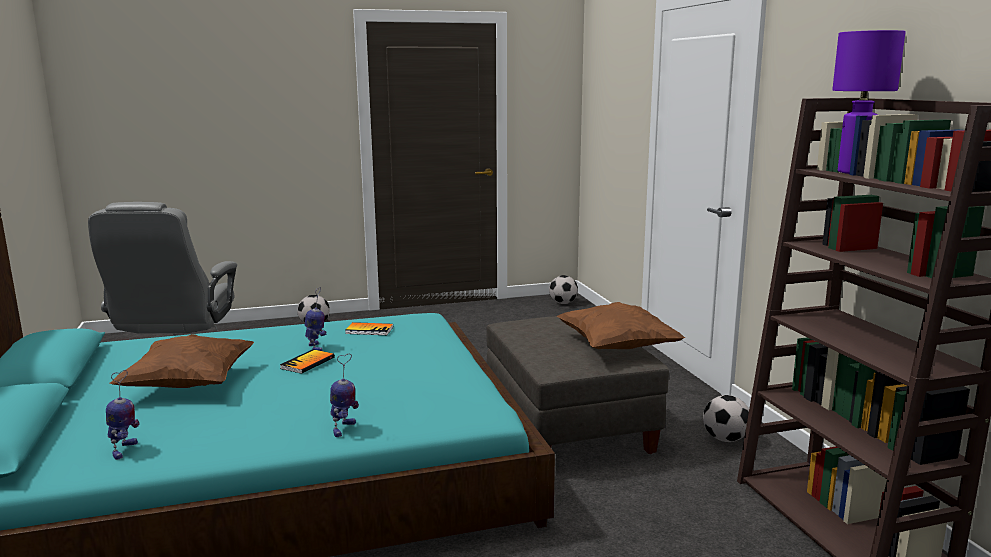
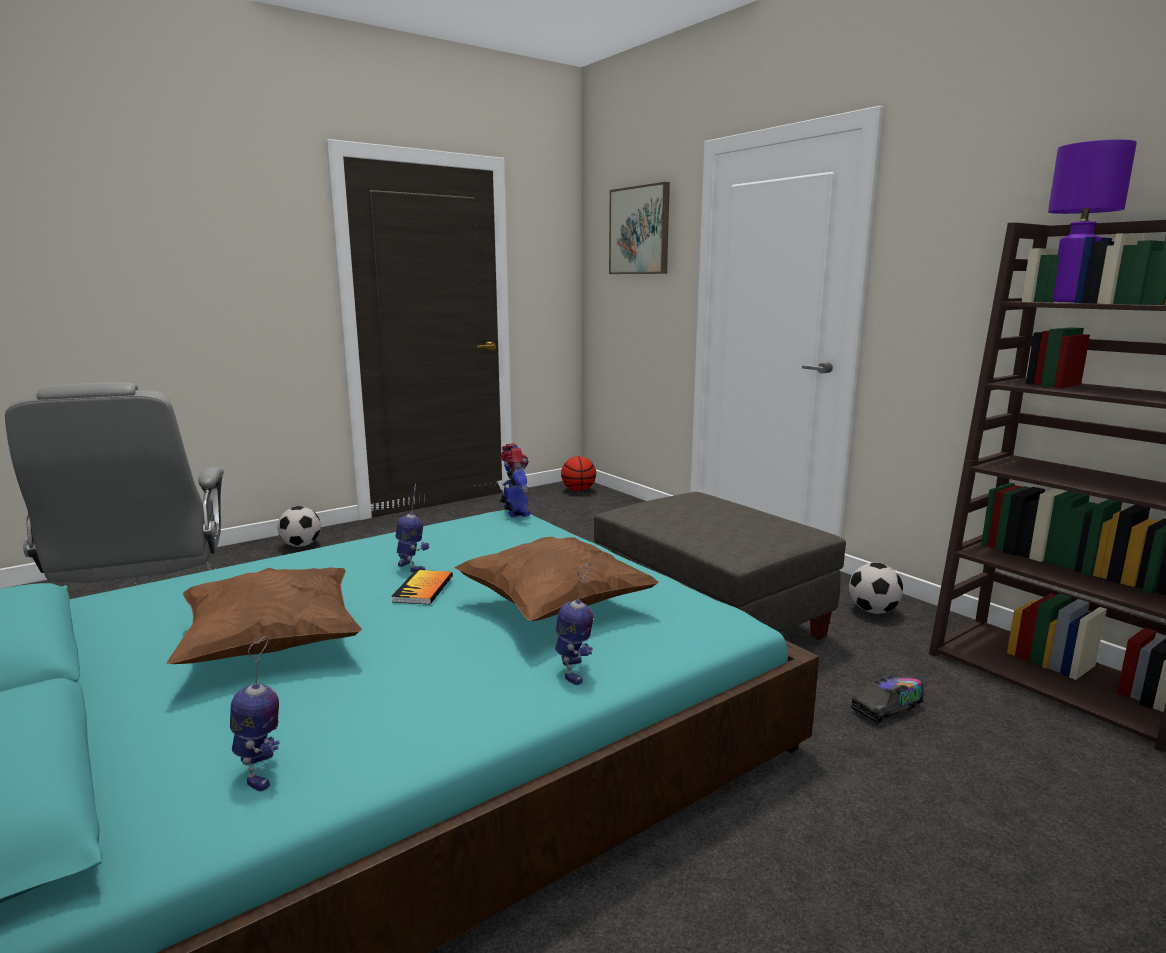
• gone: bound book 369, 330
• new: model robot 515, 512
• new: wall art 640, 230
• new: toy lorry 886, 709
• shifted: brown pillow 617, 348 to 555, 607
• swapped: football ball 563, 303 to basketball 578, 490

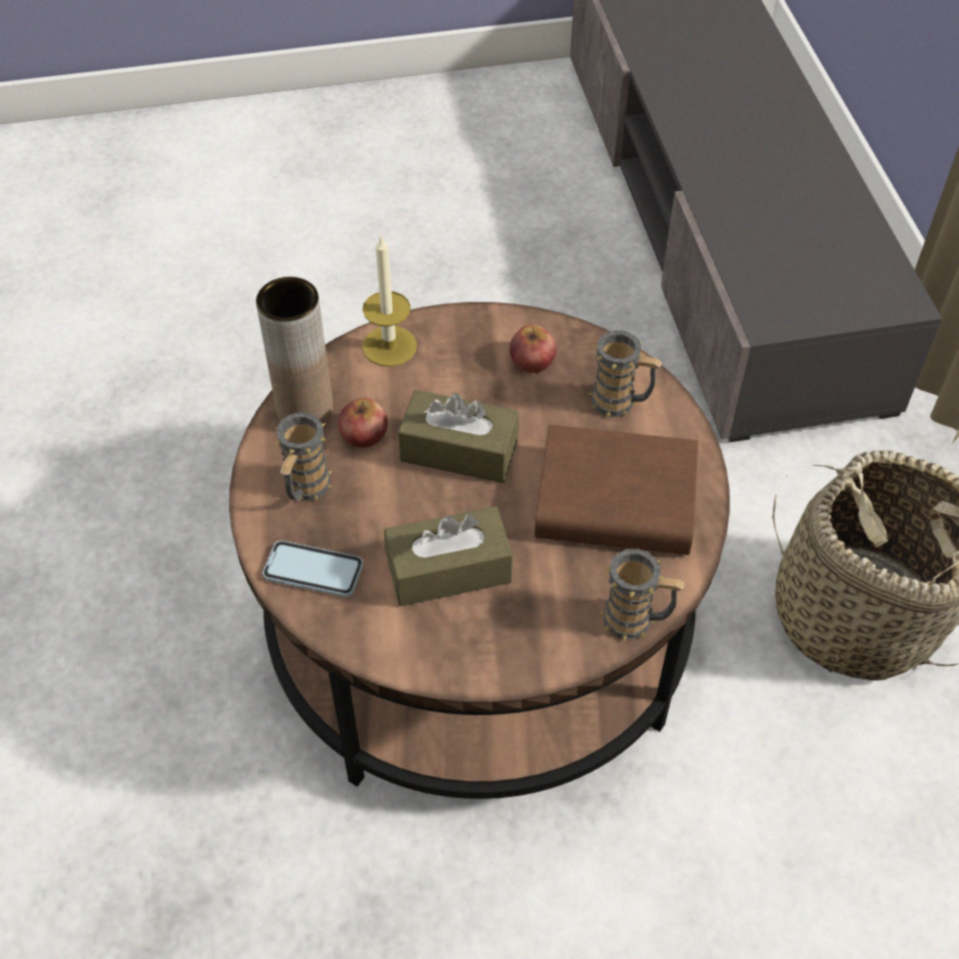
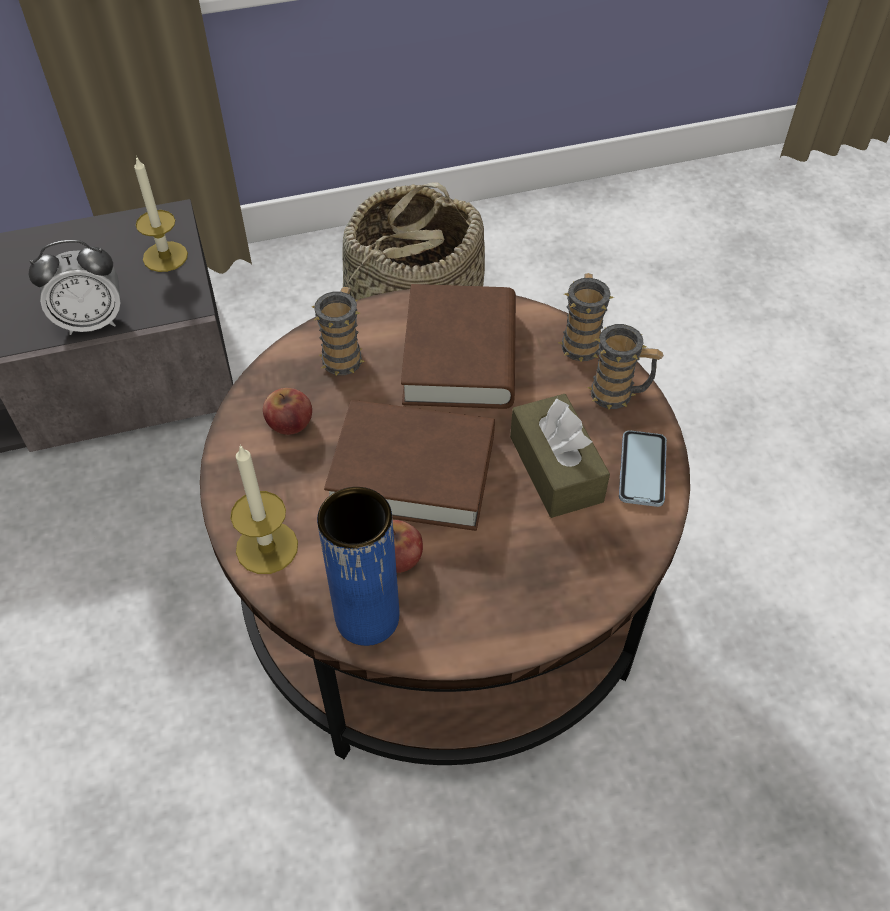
• new: bedside clock 92, 321
• new: wax candle 165, 256
• shifted: handset 313, 571 to 642, 470
• shifted: tea mug 305, 490 to 619, 394
• swapped: brown tissue box 459, 451 to brown bound book 412, 472
• repainted: brown vase 305, 411 to blue-coloured vase 367, 617

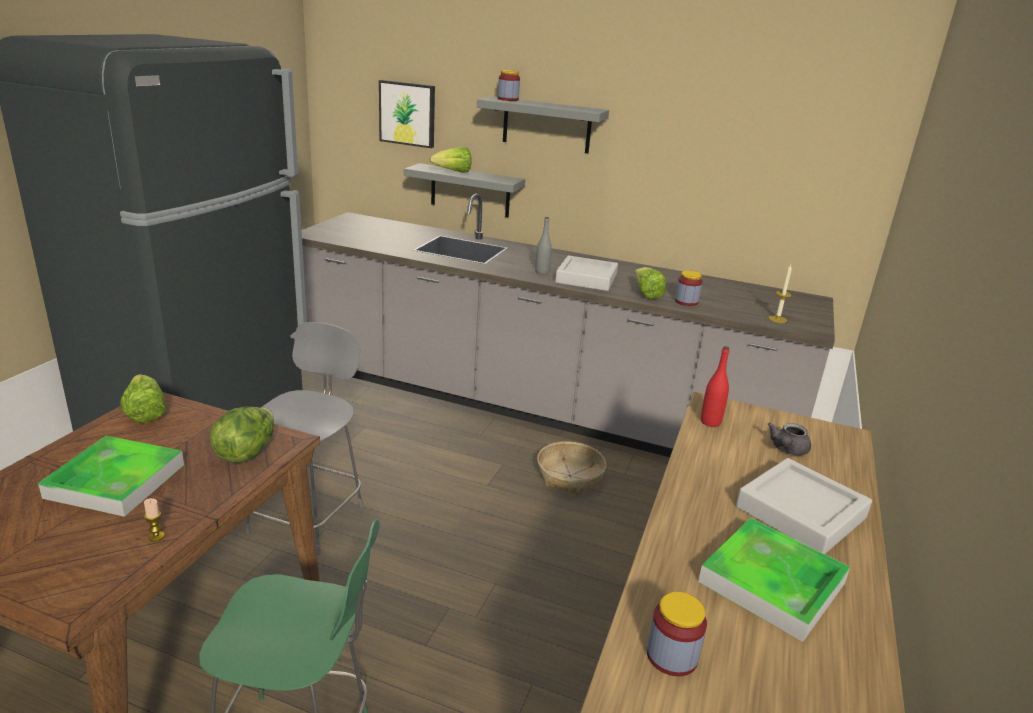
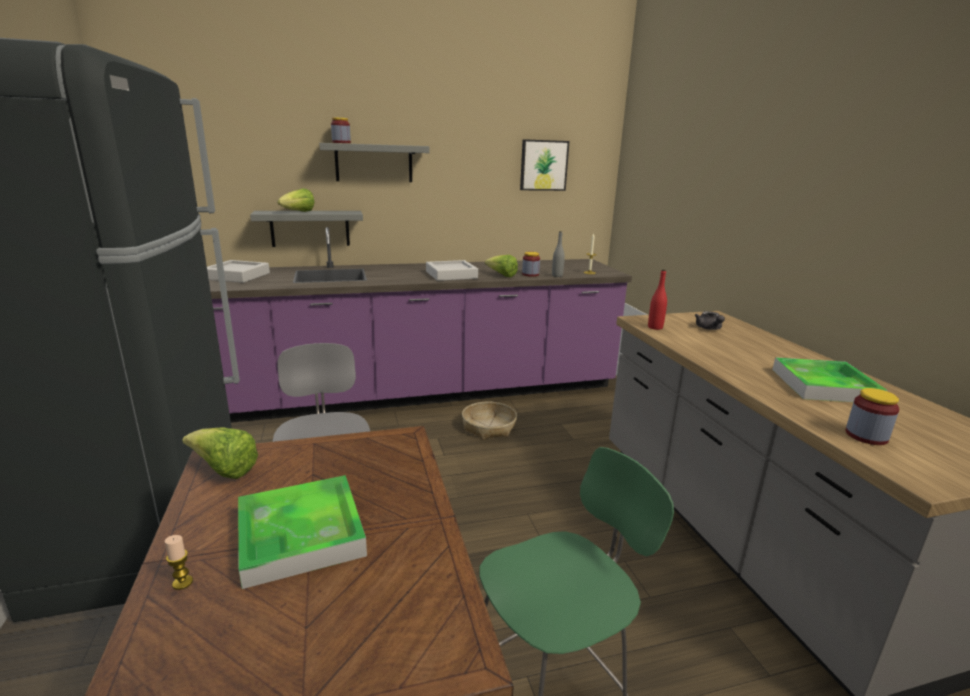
• gone: lettuce 246, 452
• shifted: wax candle 156, 536 to 182, 582
• shifted: wall art 408, 113 to 543, 165
• shifted: grey drink bottle 542, 272 to 557, 276
• shifted: grey serving tray 800, 512 to 237, 276
• repainted: grey kitchen base unit 536, 407 to purplish kitchen base unit 414, 393

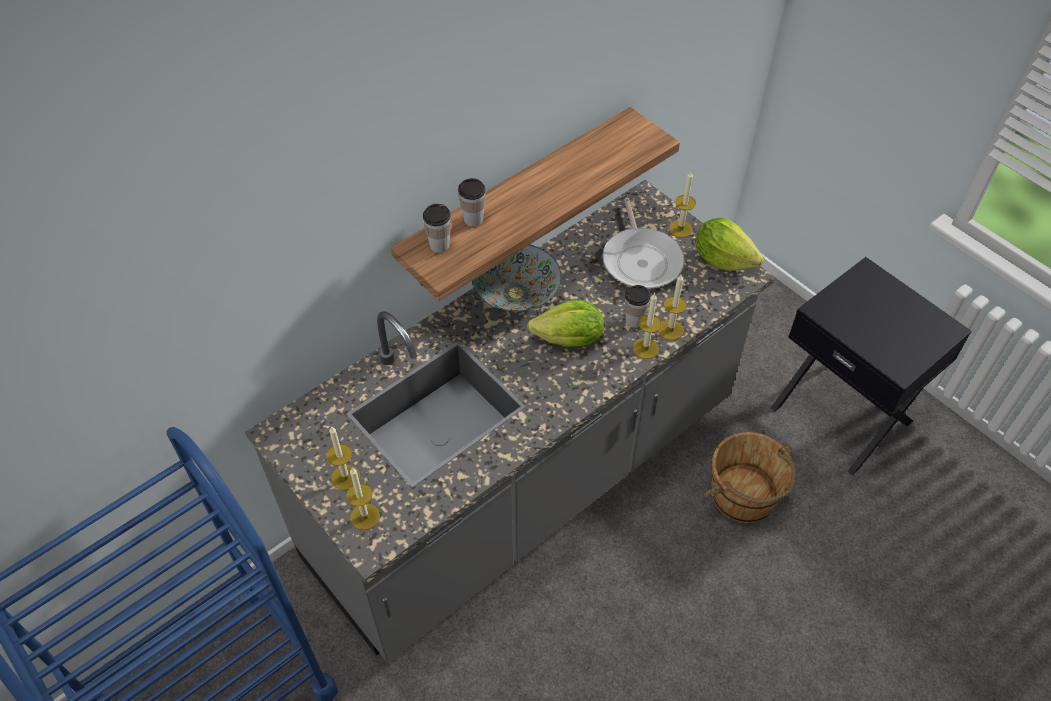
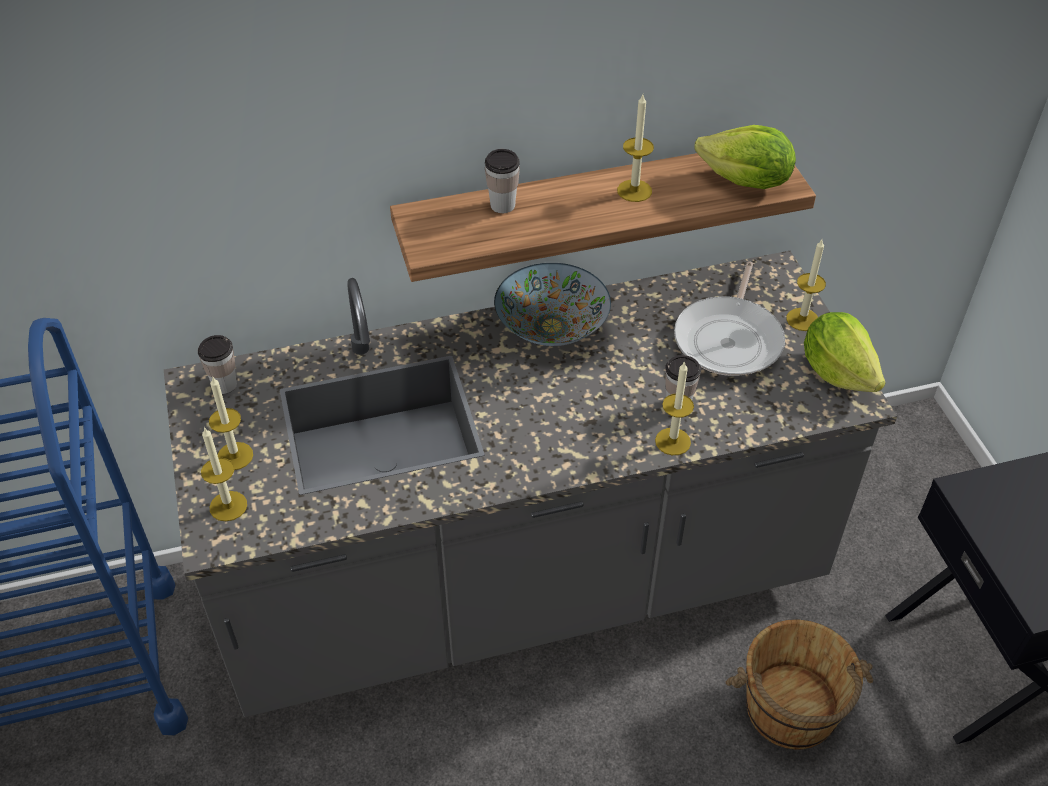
• shifted: small cup 439, 245 to 225, 385
• shifted: lettuce 569, 340 to 745, 182
• shifted: wax candle 670, 330 to 634, 191

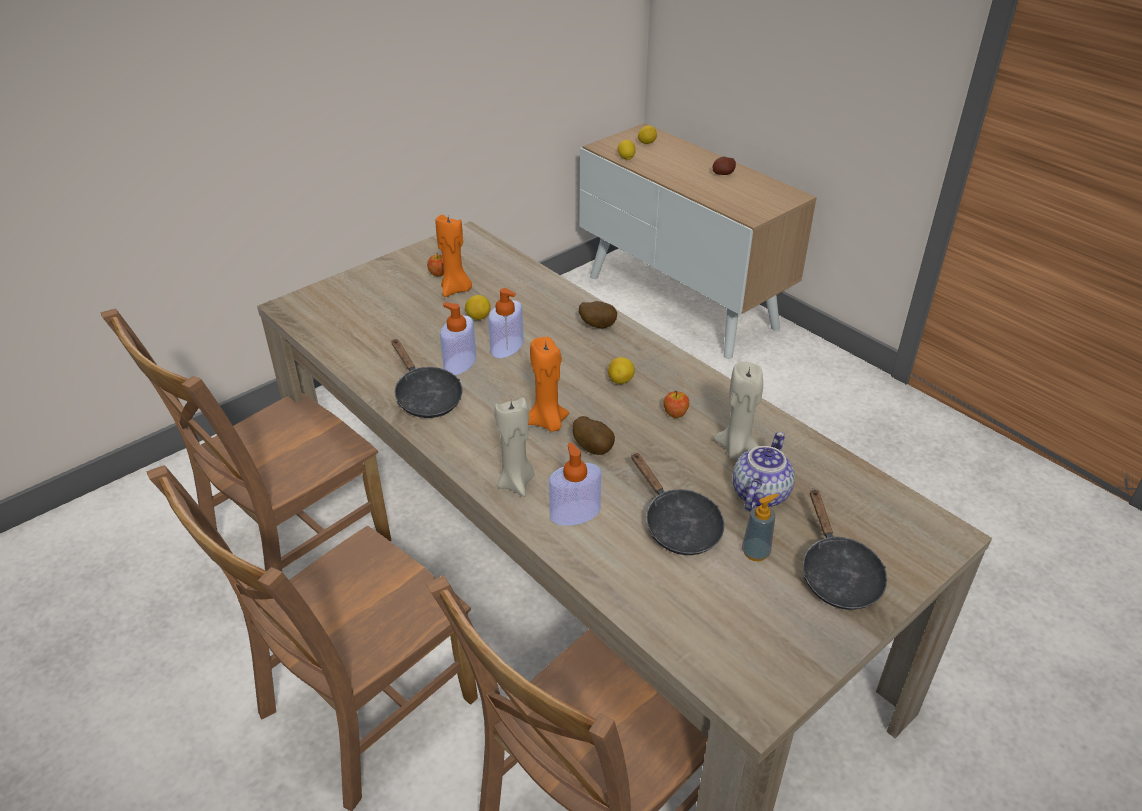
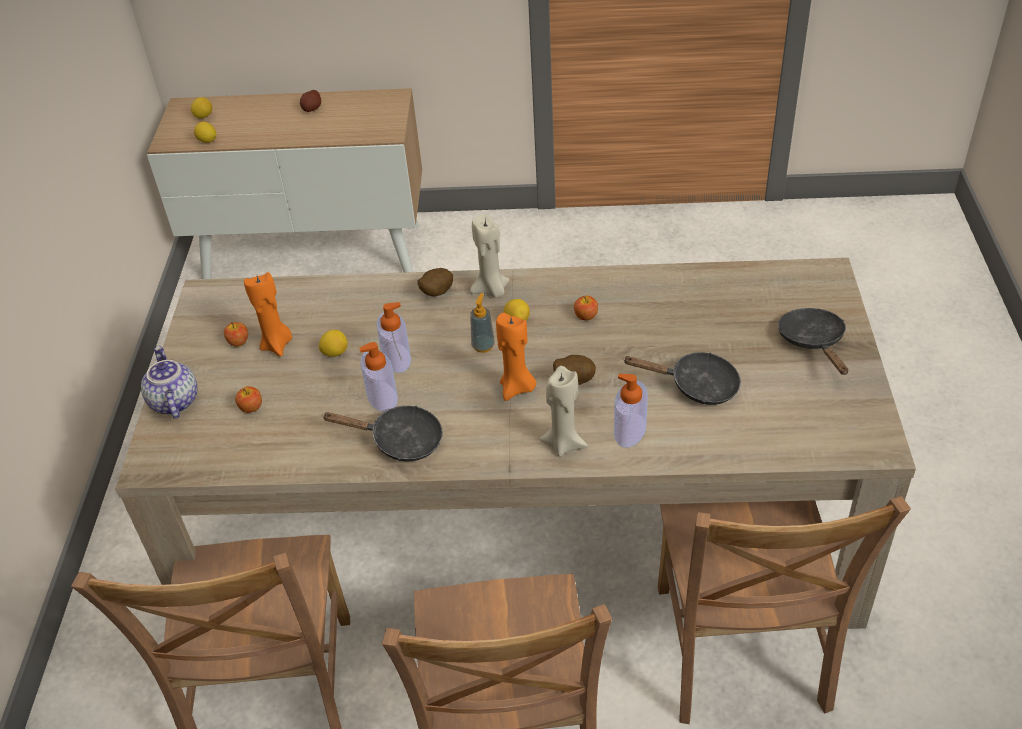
• new: whole apple 251, 408
• shifted: beige-coloured wax candle 736, 450 to 491, 290
• shifted: teapot 759, 493 to 173, 402
• shifted: liquid soap bottle 755, 552 to 483, 346
• rotated: blackish skillet 837, 574 = 813, 341 135 degrees counterclockwise

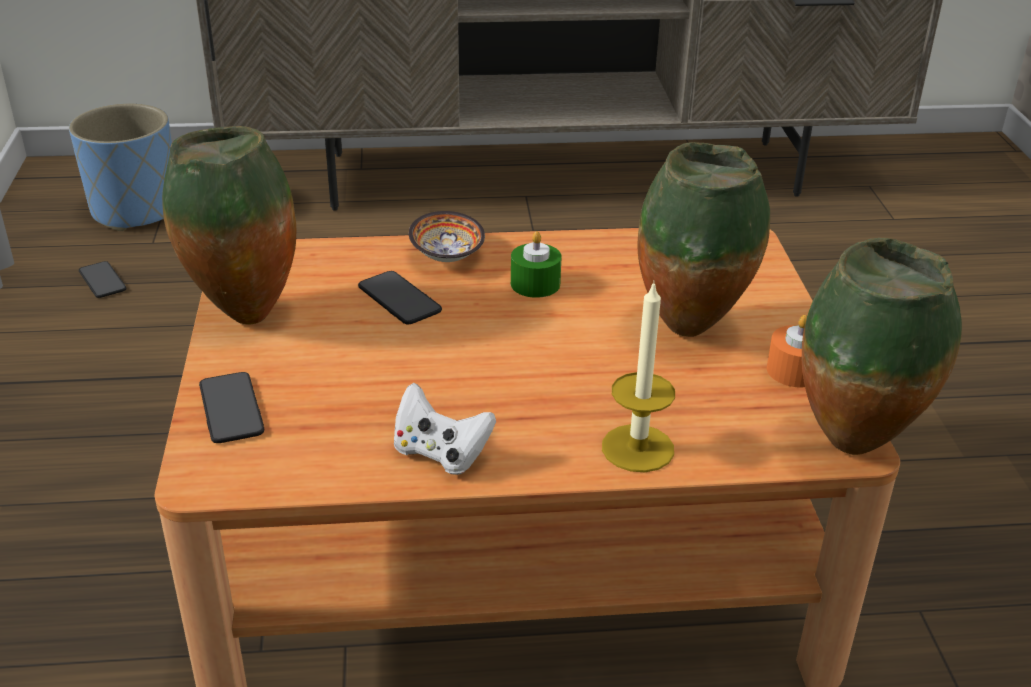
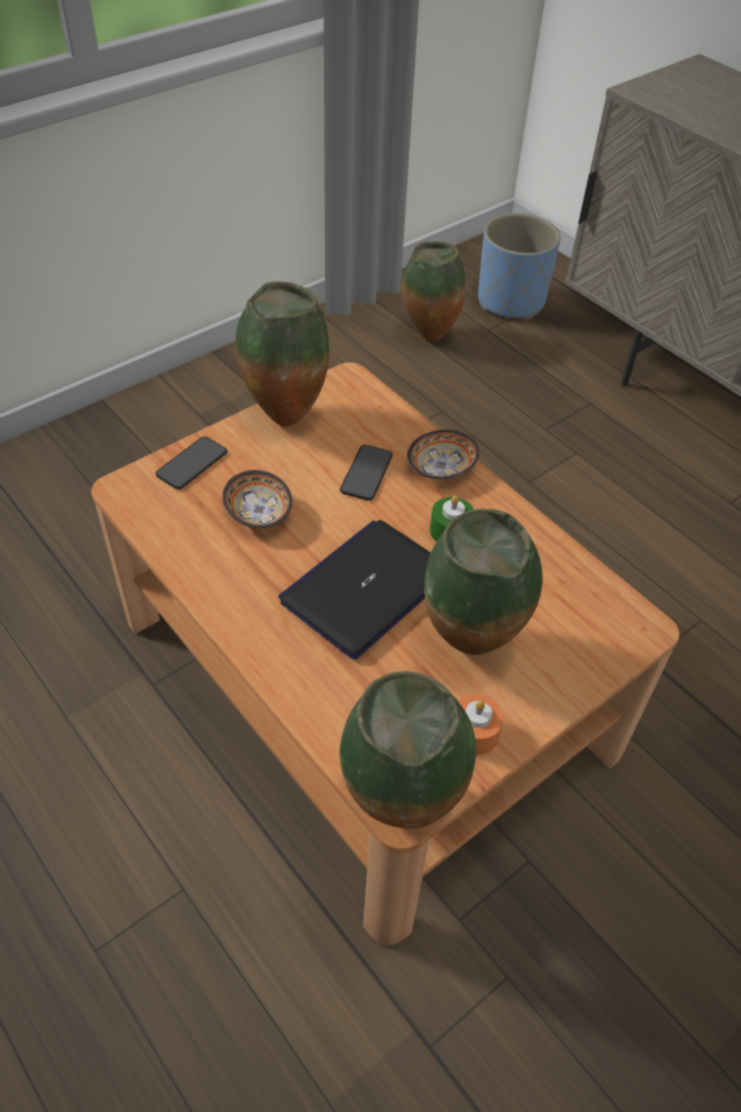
• gone: whitish joypad 440, 453
• gone: wax candle 637, 448
• new: bowl 258, 513
• new: notebook computer 366, 588
• swapped: handset 102, 281 to vase 428, 336

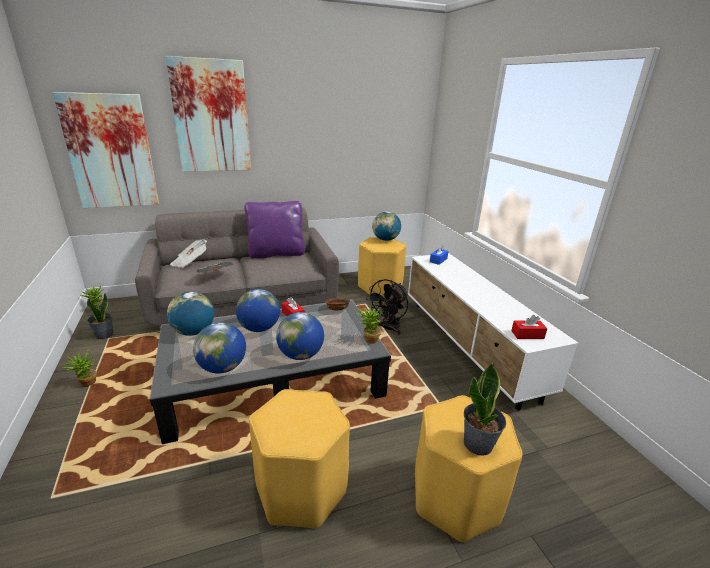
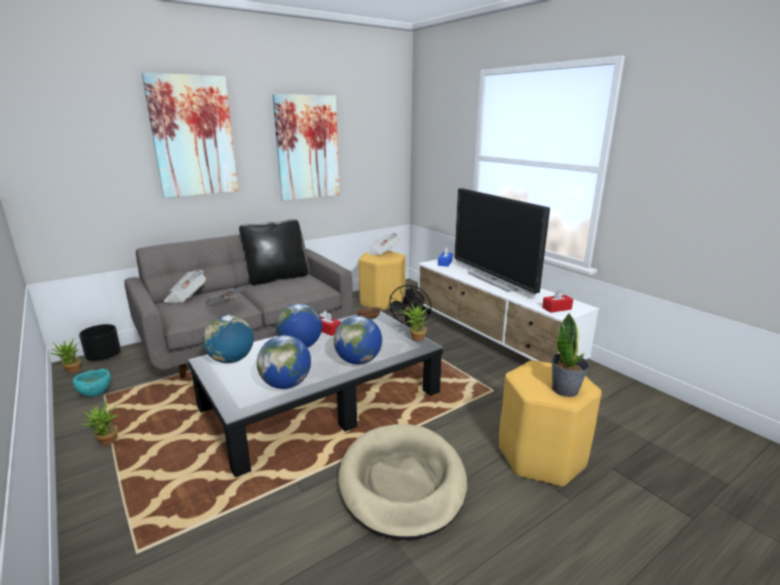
• new: blackish planter 104, 357
• new: TV set 494, 280
• shifted: wall art 110, 152 to 307, 148
• swapped: plant in a pot 104, 335 to blue-green bowl 95, 393
• swapped: yellow-coloured stool 301, 489 to beige-coloured dog cushion 402, 482
• swapped: world globe 385, 239 to printed paper 383, 252
• repainted: purplish pillow 276, 254 to blackish pillow 277, 278

